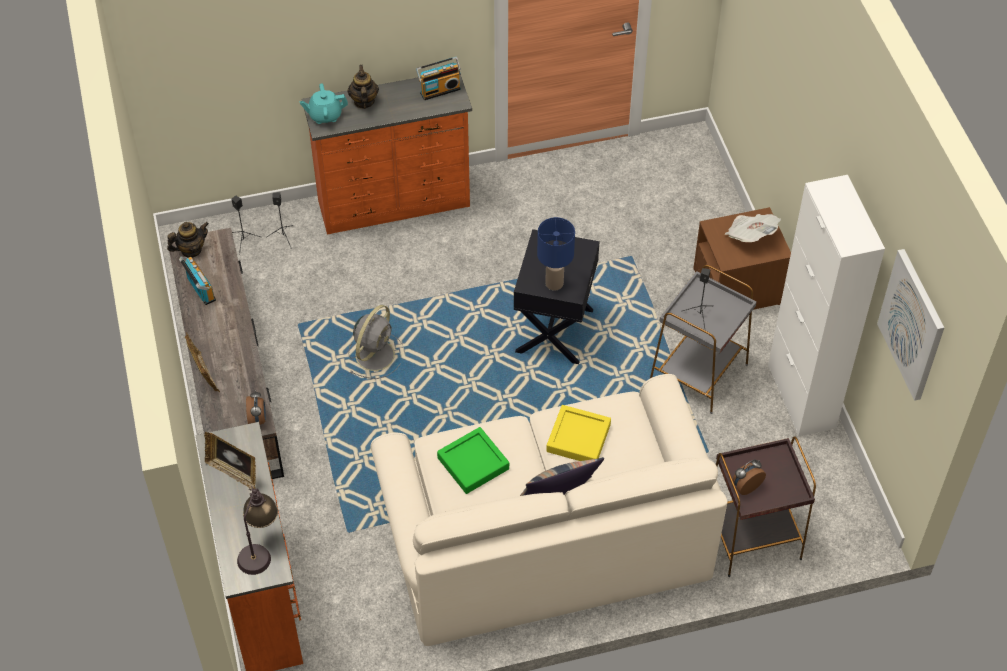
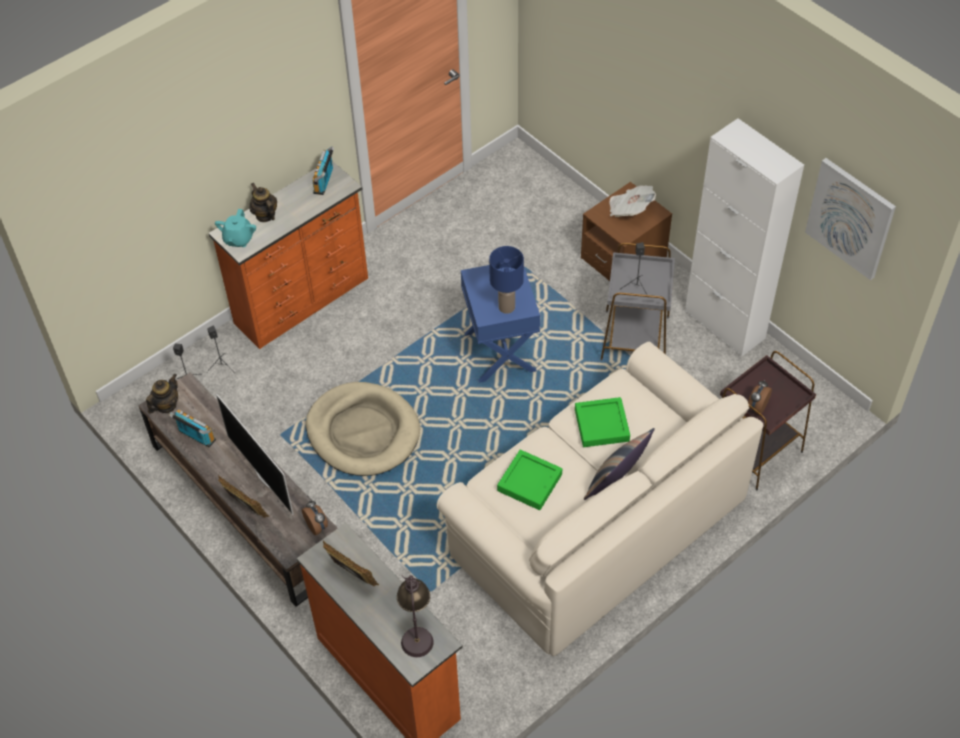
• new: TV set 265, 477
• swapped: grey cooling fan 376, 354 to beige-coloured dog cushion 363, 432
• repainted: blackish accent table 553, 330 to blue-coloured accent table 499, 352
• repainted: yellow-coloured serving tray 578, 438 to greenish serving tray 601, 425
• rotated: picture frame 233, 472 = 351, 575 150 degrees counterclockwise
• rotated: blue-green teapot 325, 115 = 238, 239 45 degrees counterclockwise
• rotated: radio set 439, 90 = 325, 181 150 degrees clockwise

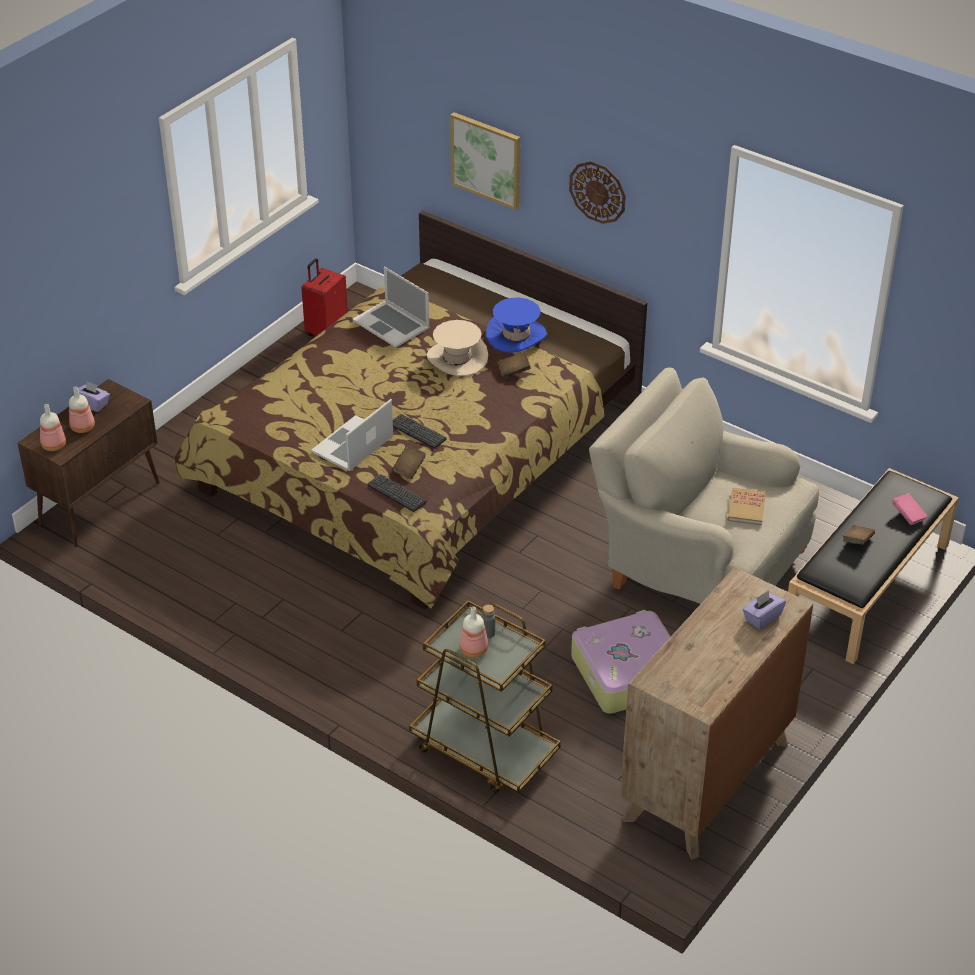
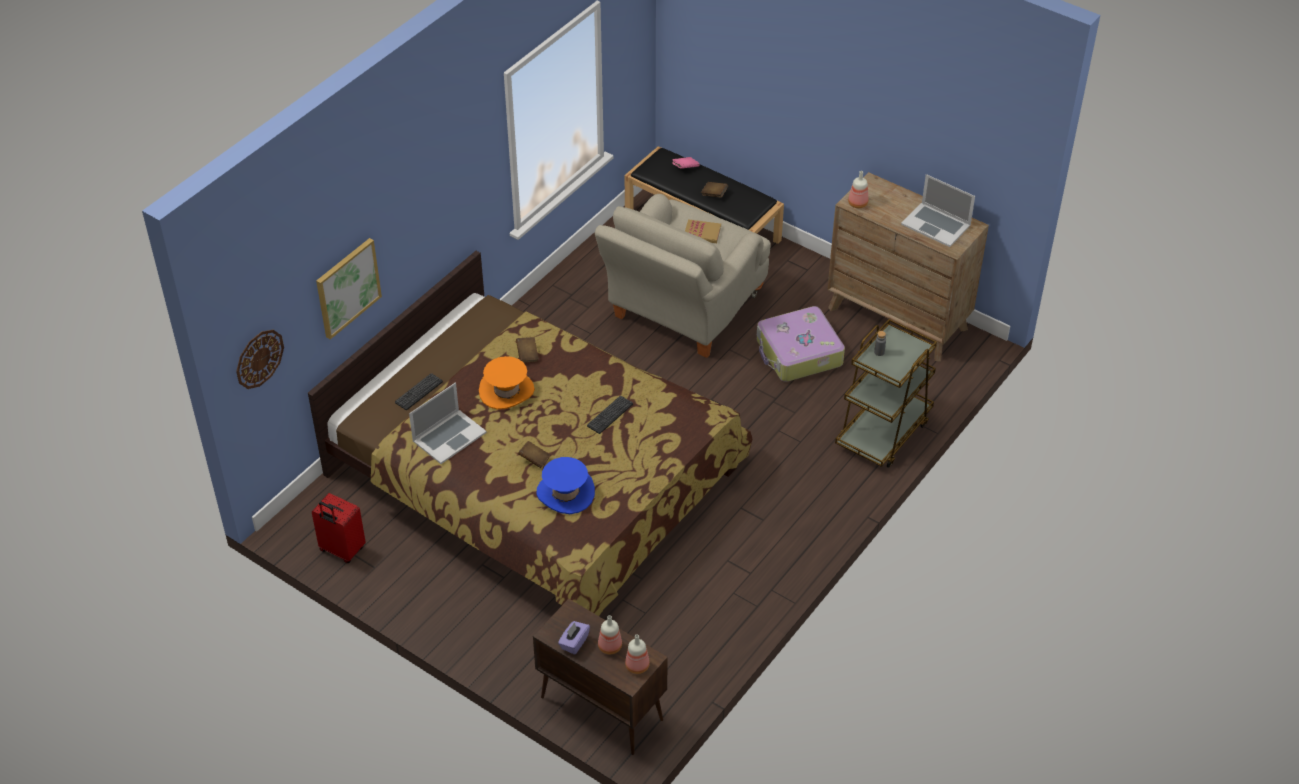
• gone: purplish tissue box 762, 617
• shifted: notebook computer 353, 444 to 936, 224
• shifted: PC keyboard 396, 493 to 419, 392
• shifted: brown bound book 409, 468 to 534, 459
• shifted: drink bottle 474, 649 to 857, 203
• shifted: blue-coloured hat 516, 335 to 565, 493
• shifted: clock on the wall 597, 192 to 259, 358
• repainted: beige-coloured hat 457, 358 to orange-coloured hat 506, 391

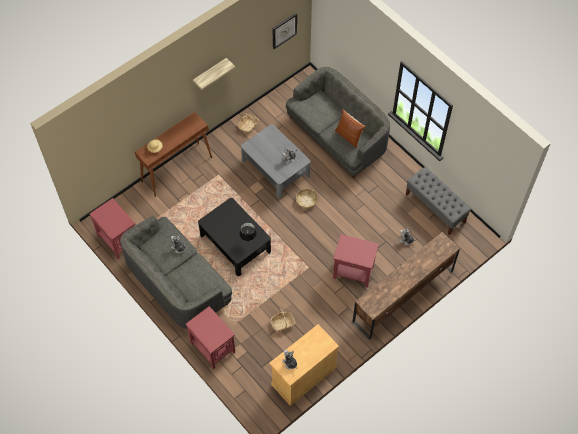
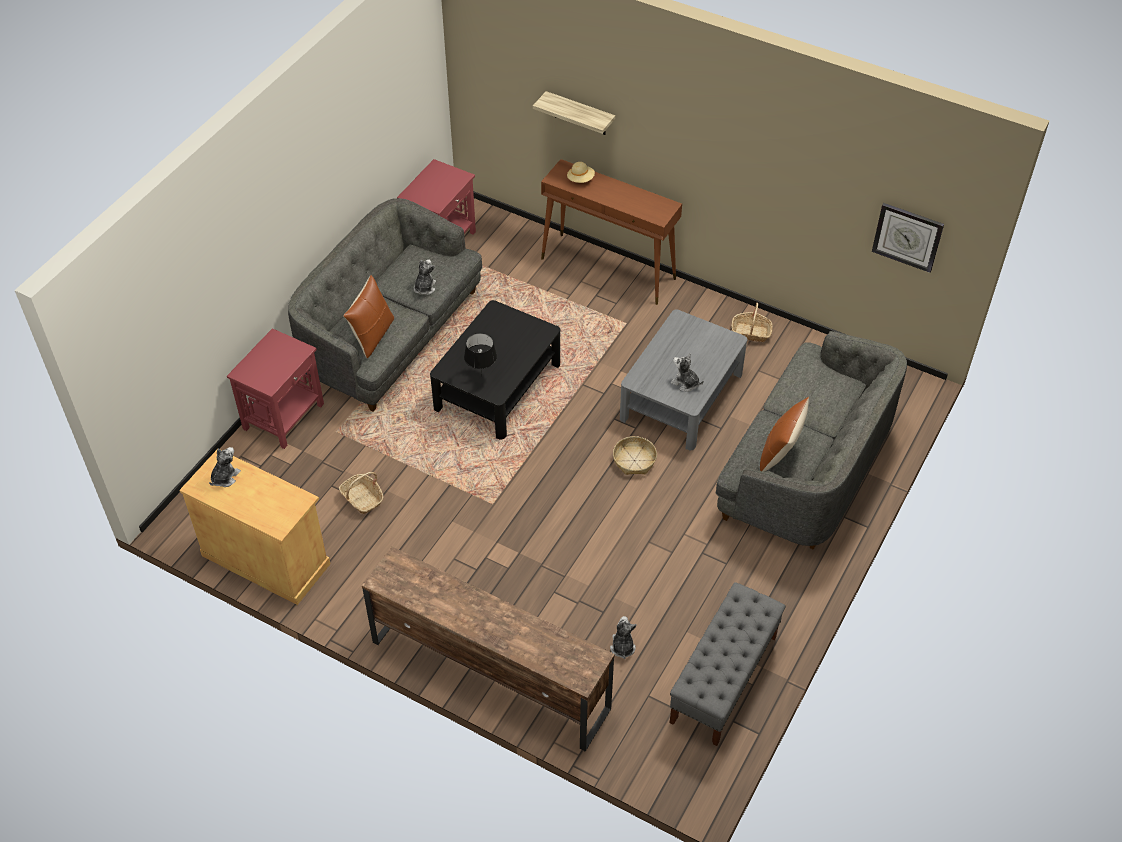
• gone: reddish accent table 353, 271
• new: brown pillow 372, 336
• shifted: wall shelf 210, 73 to 580, 114

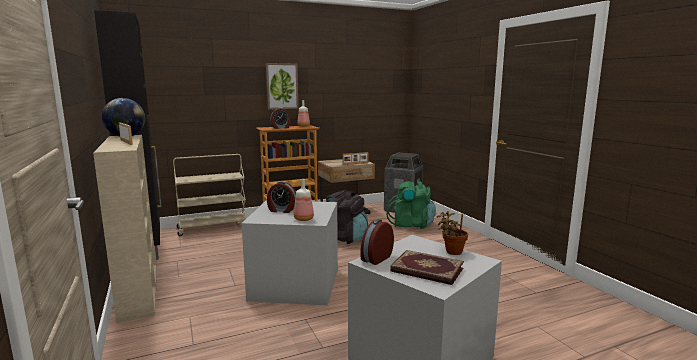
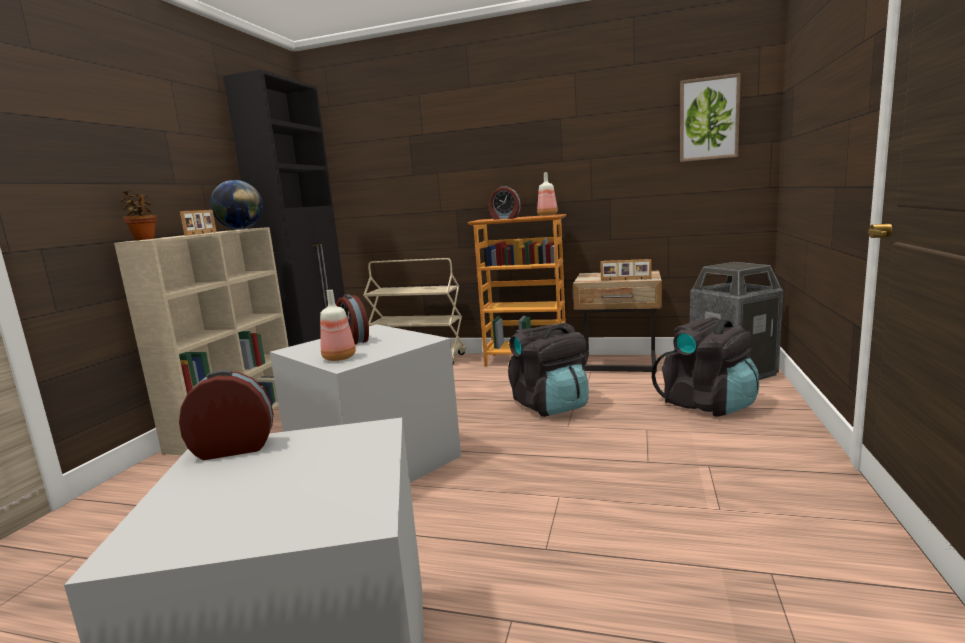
• gone: bound book 426, 270
• shifted: wall art 282, 86 to 708, 119
• shifted: plant in a pot 452, 251 to 144, 239
• repainted: greenish backpack 411, 224 to blackish backpack 707, 404

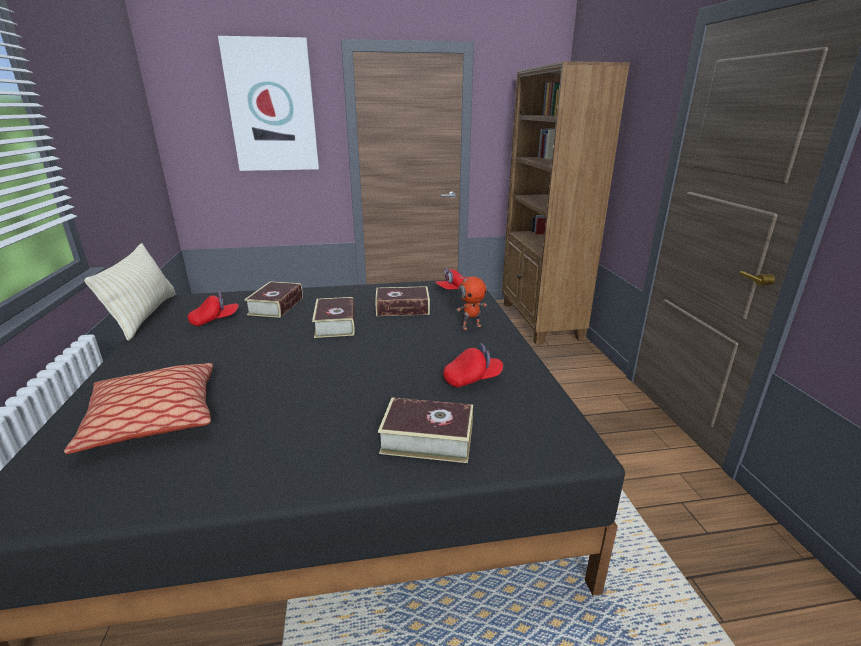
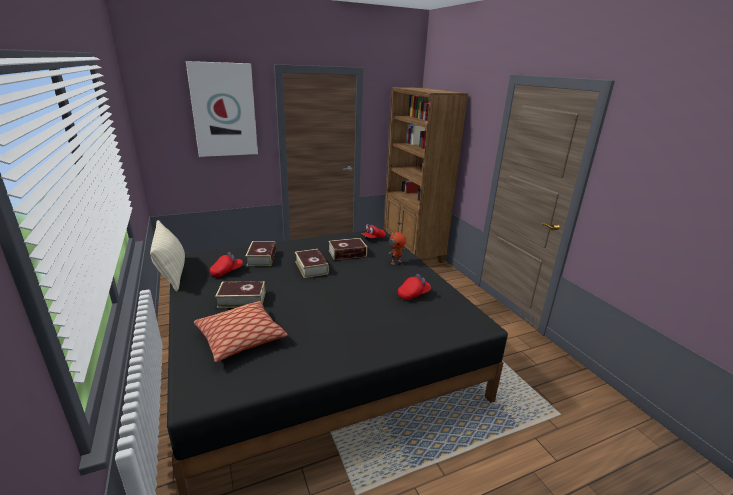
• shifted: bound book 427, 439 to 242, 299

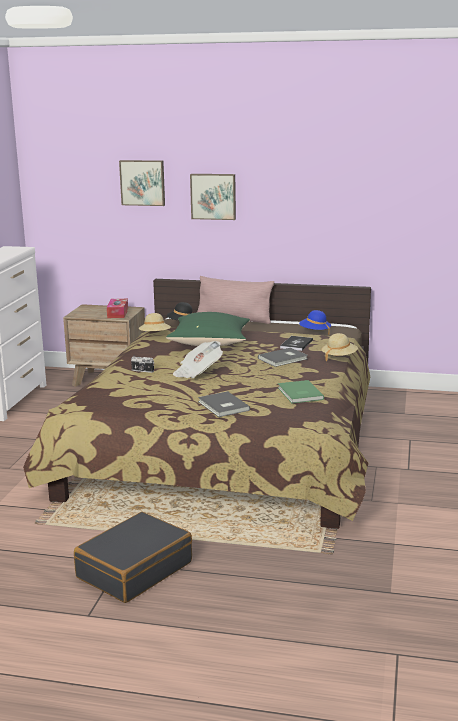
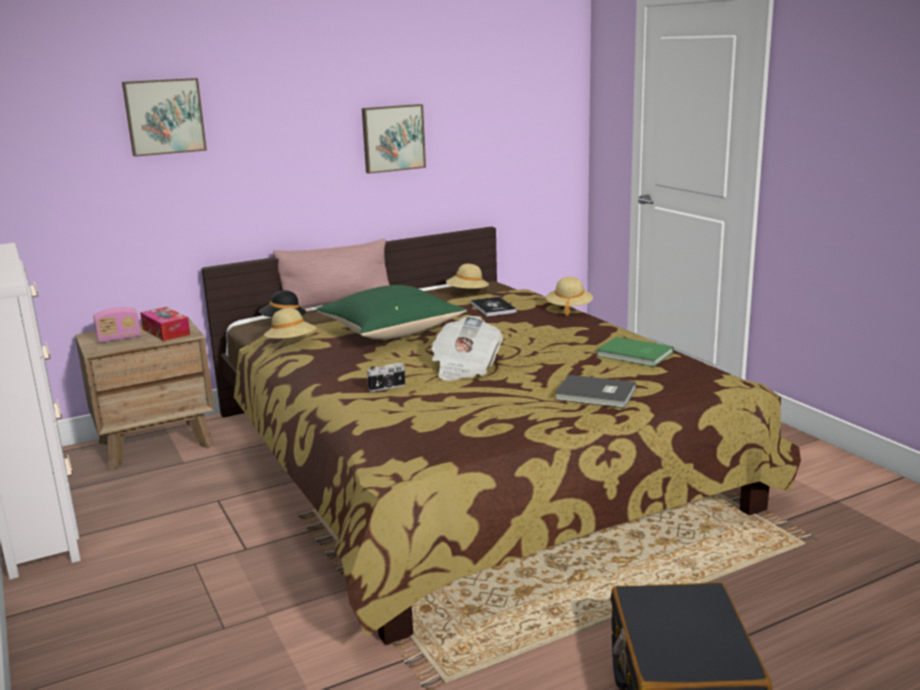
• gone: grey bound book 284, 359
• new: radio set 119, 339
• shifted: wall art 213, 196 to 392, 138
• repainted: blue-coloured hat 314, 332 to beige-coloured hat 467, 293

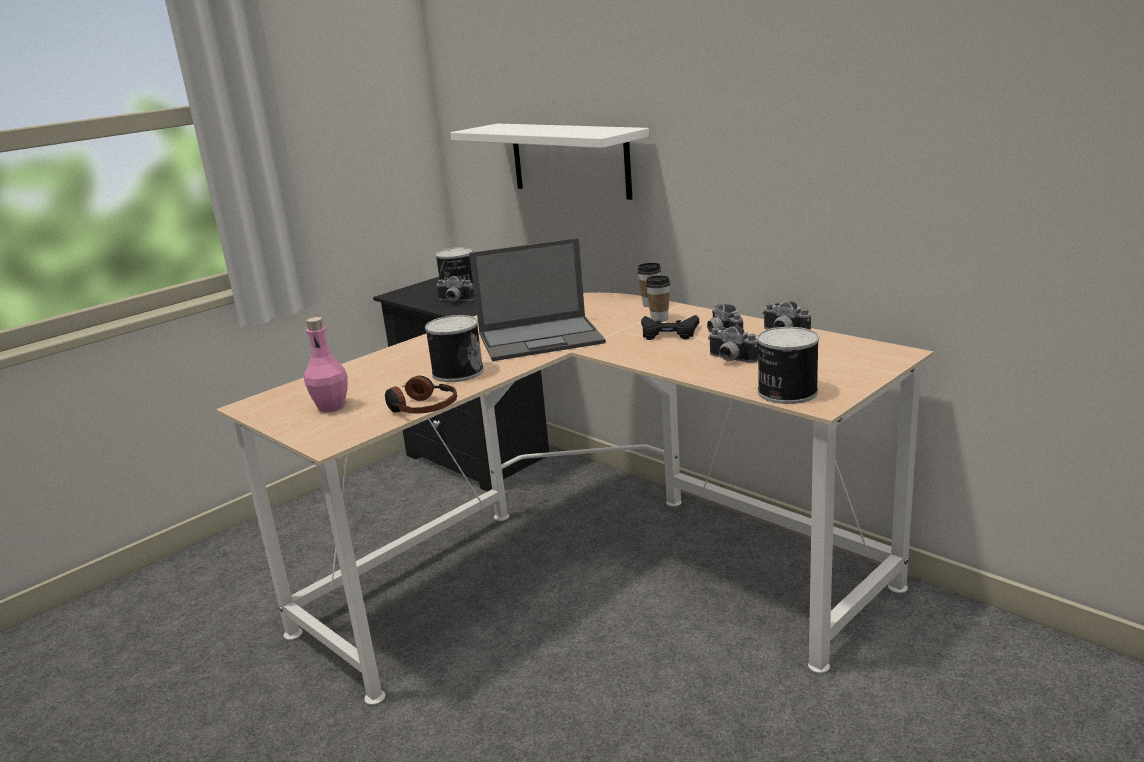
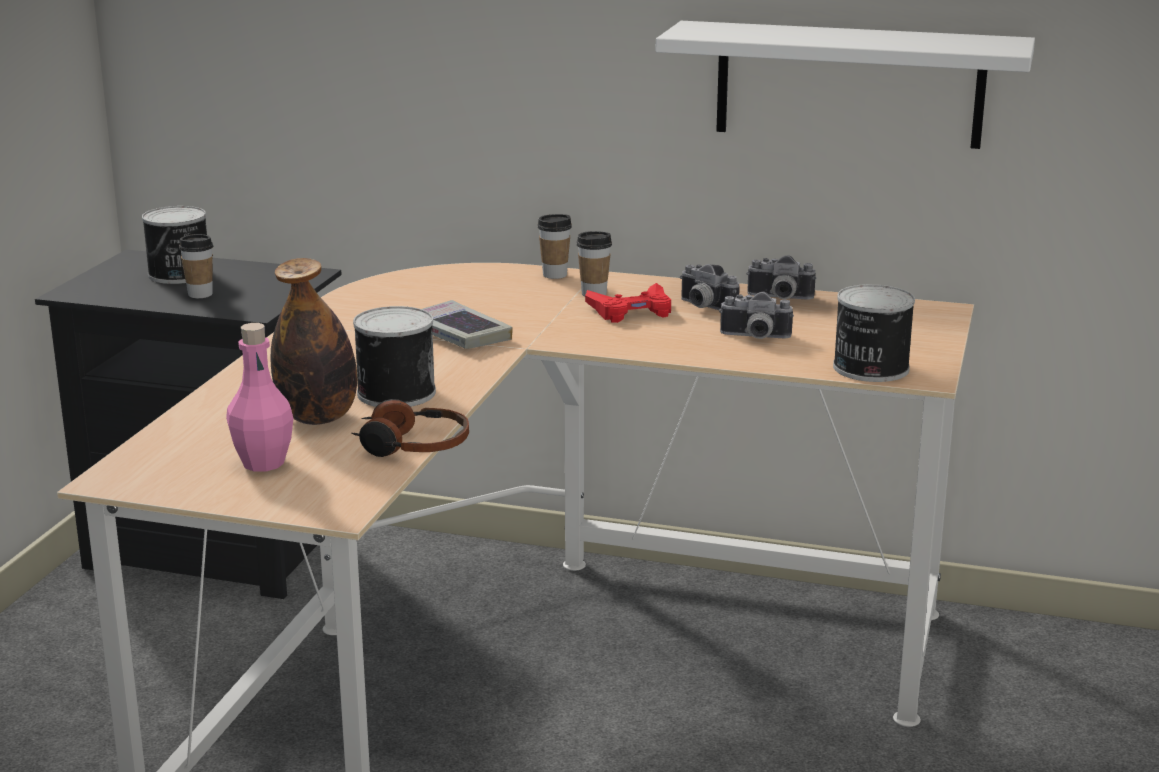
• new: drink bottle 318, 418
• shifted: whitish wall shelf 569, 159 to 849, 84
• swapped: still camera 454, 301 to small cup 200, 294
• swapped: notebook computer 542, 338 to bound book 458, 334
• repainted: blackish joypad 669, 333 to reddish joypad 631, 311

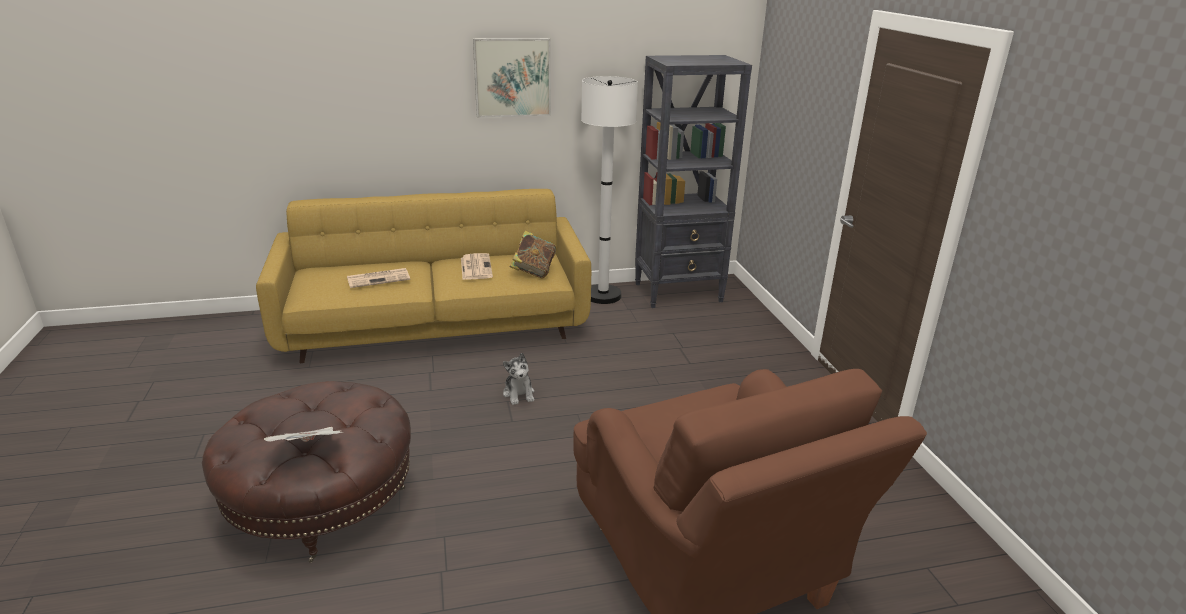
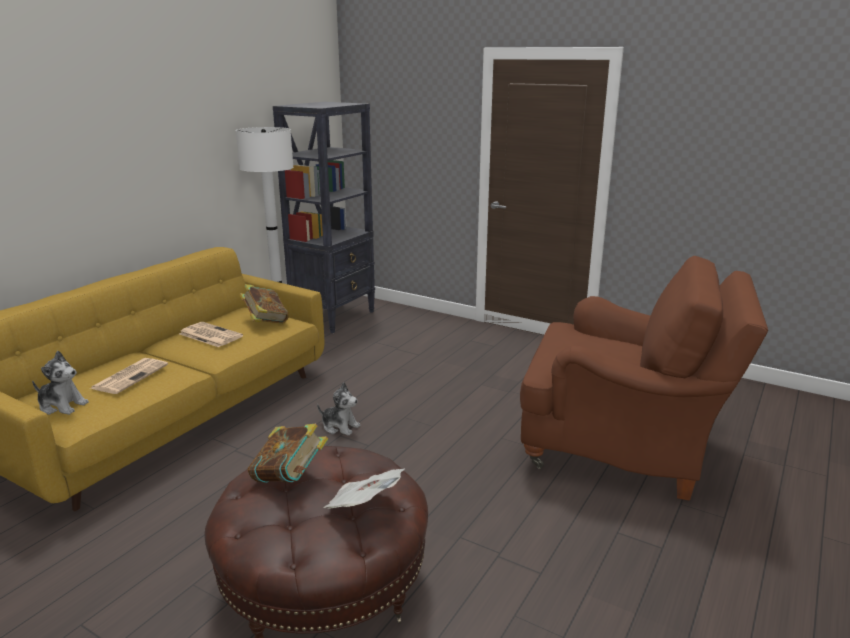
• gone: wall art 512, 77
• new: cuddly toy 62, 405
• new: bound book 290, 478

